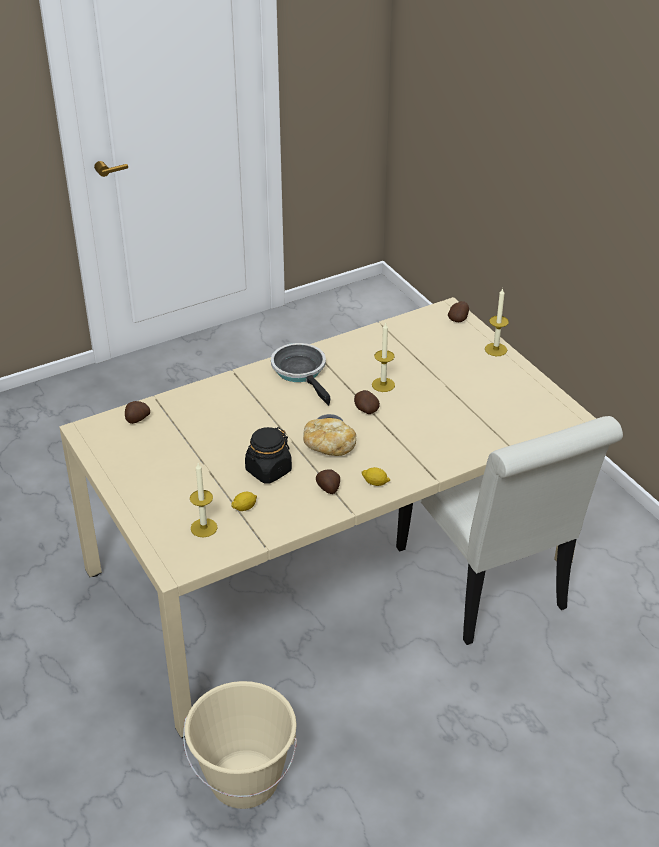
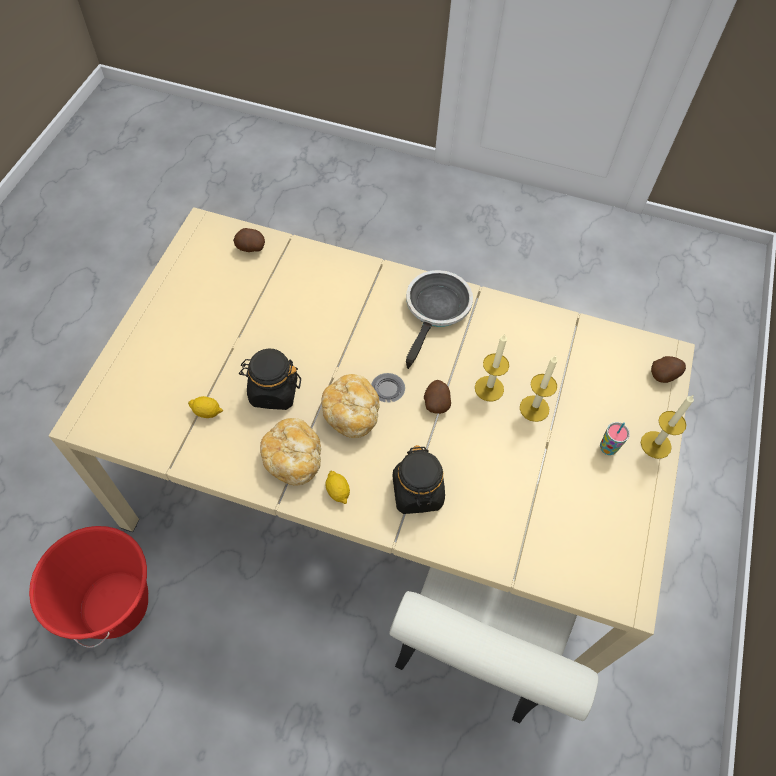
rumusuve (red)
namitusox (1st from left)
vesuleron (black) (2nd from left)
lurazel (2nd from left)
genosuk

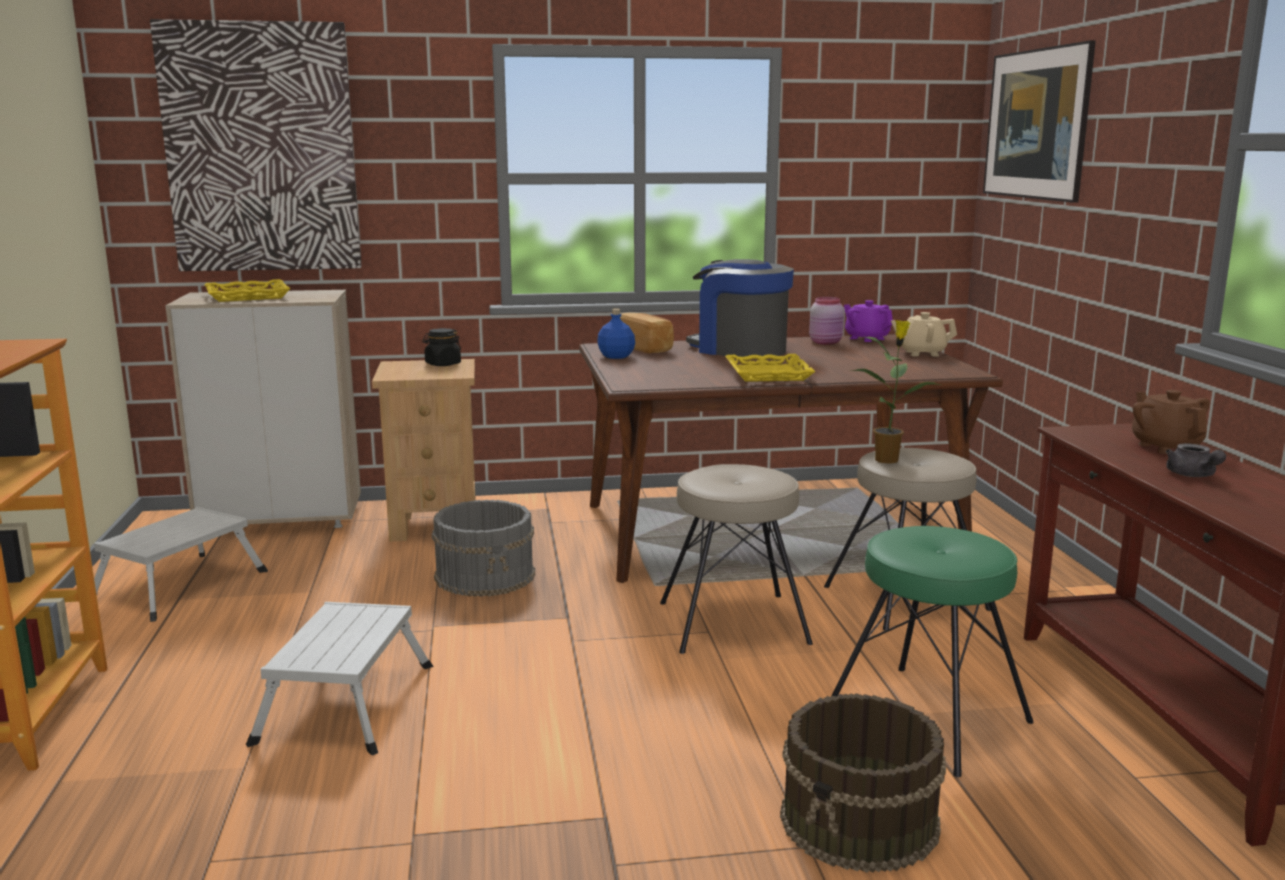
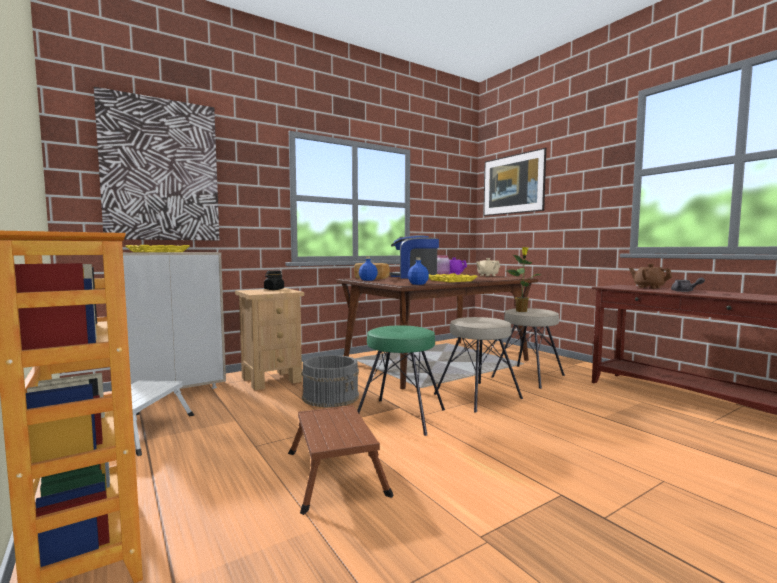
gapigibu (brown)
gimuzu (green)
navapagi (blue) (2nd from left)
rumusuve (brown)

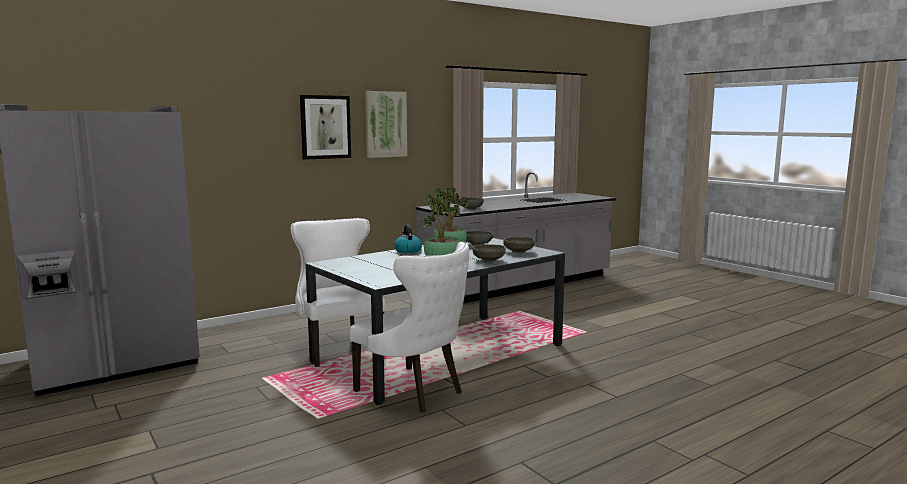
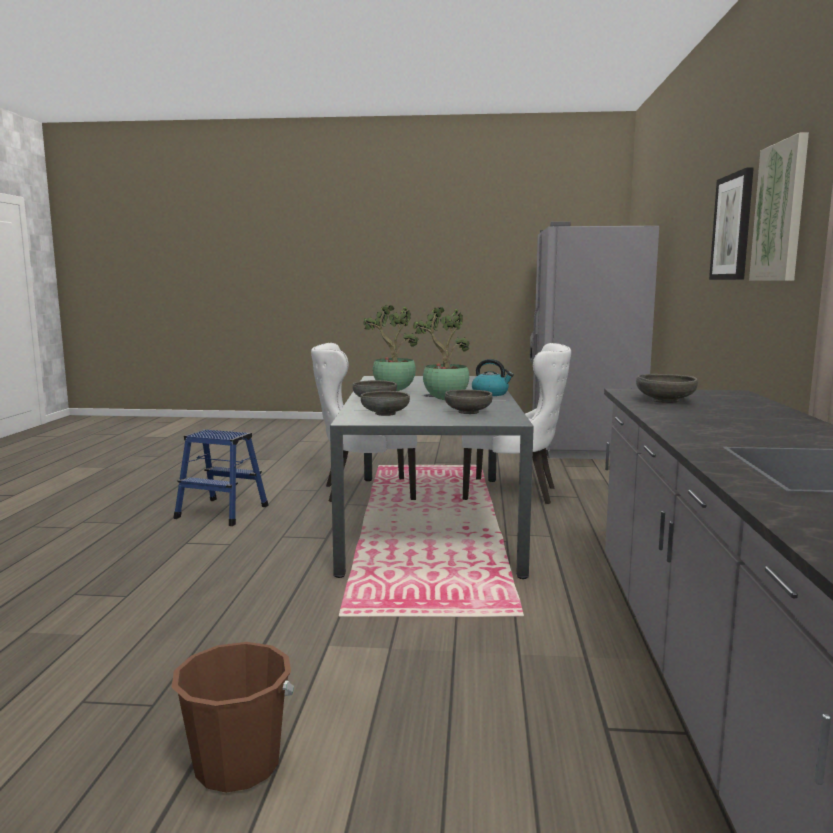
rumusuve (brown)
gapigibu (blue)

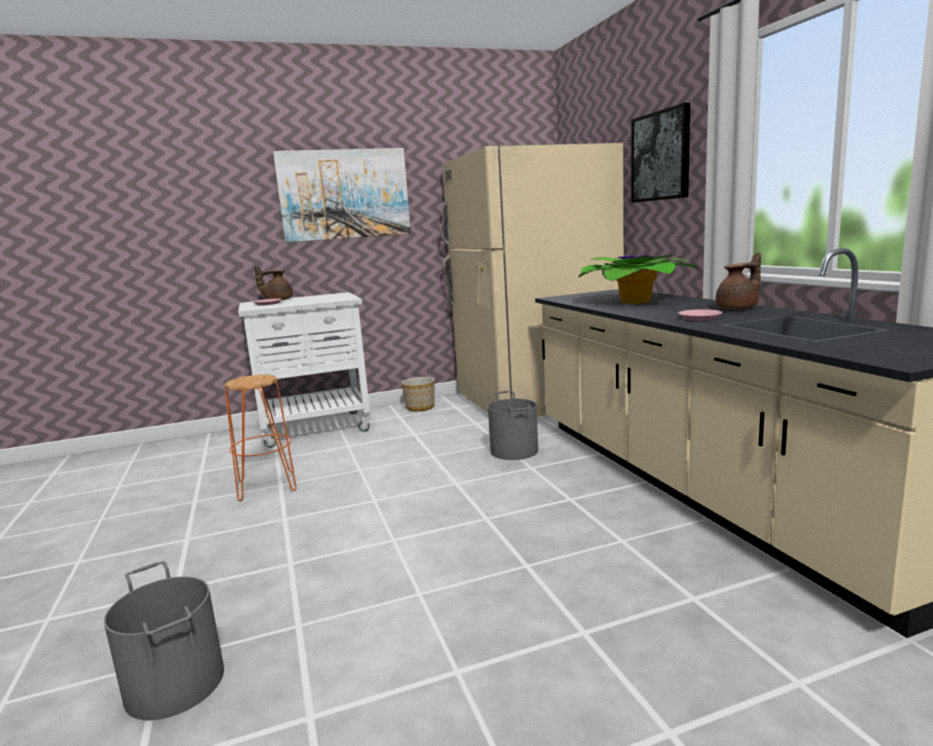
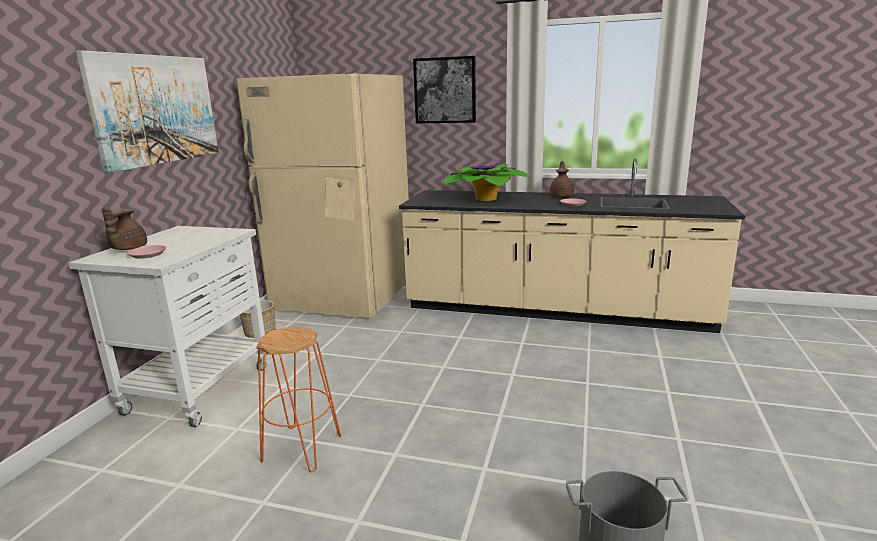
rumusuve (grey) (2nd from left in the first image)

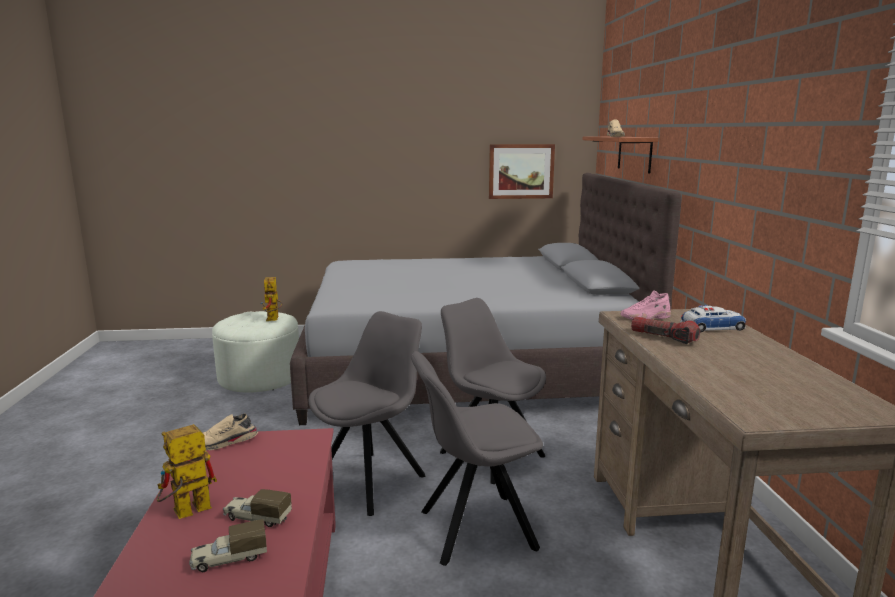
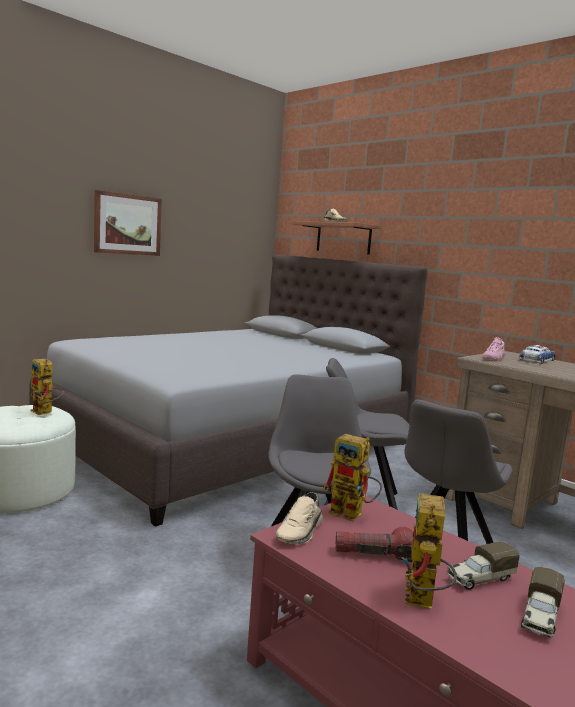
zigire
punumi (2nd from left)
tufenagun

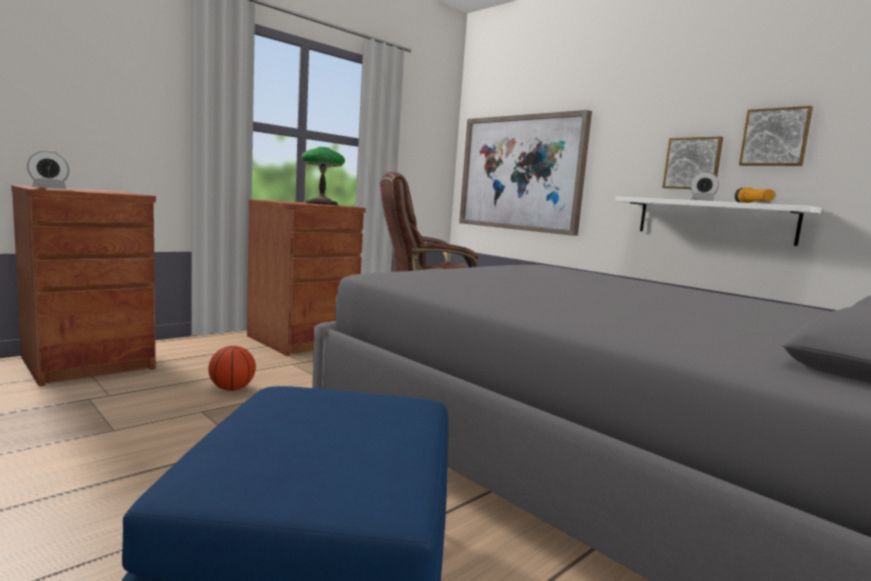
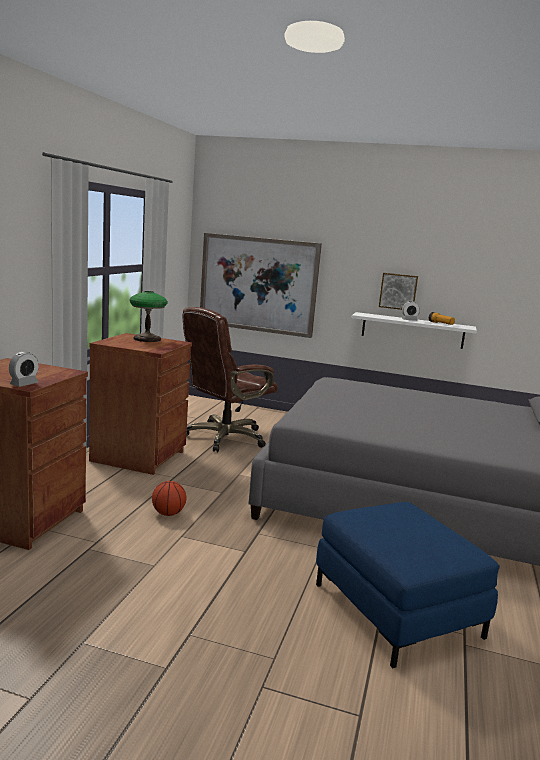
zigire (3rd from left in the first image)

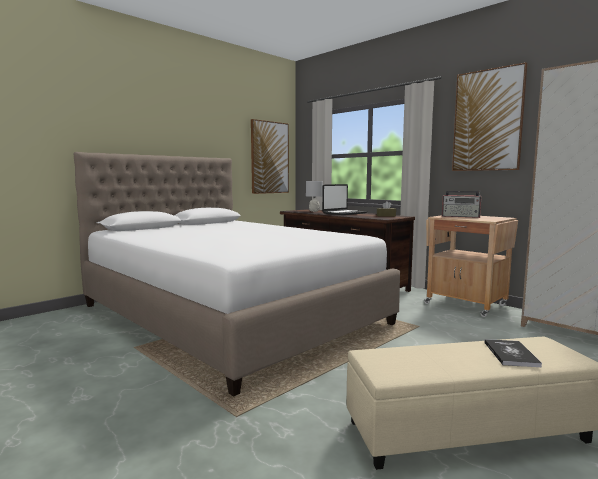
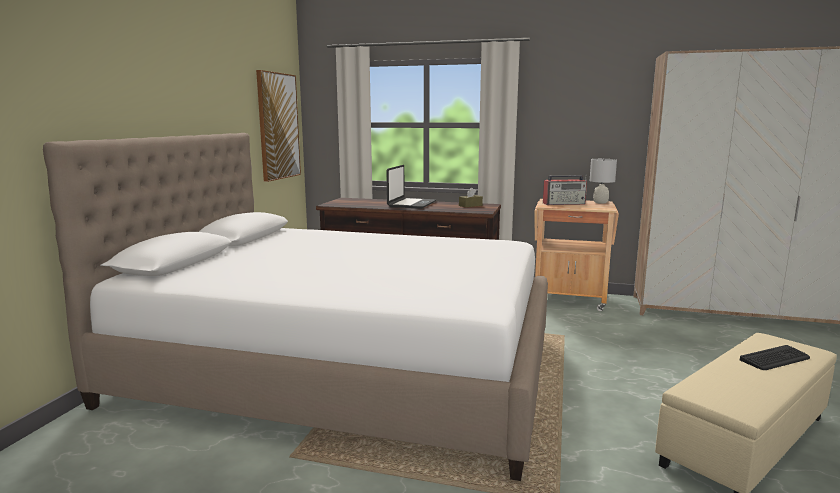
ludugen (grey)
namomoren
zigire (2nd from left in the first image)

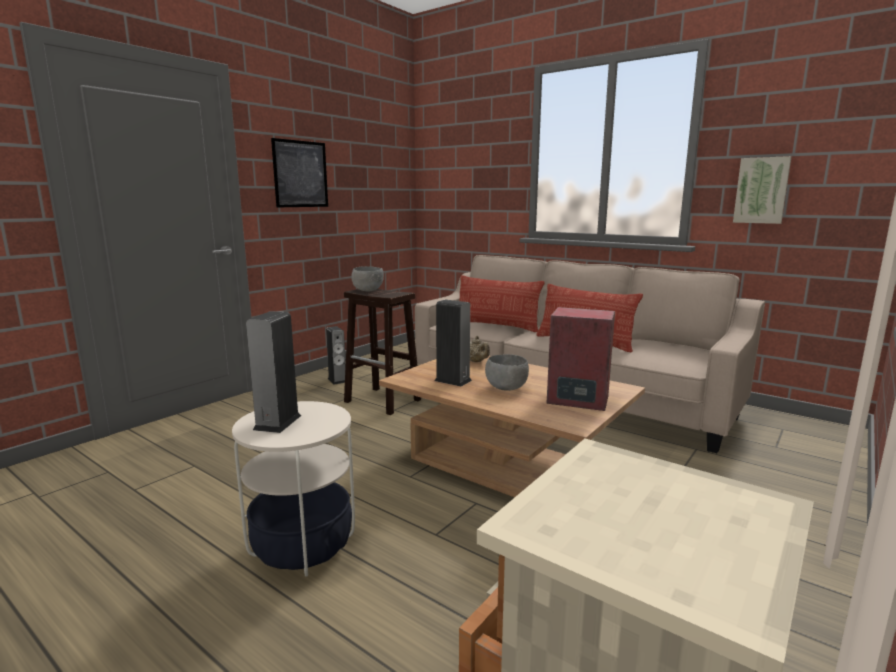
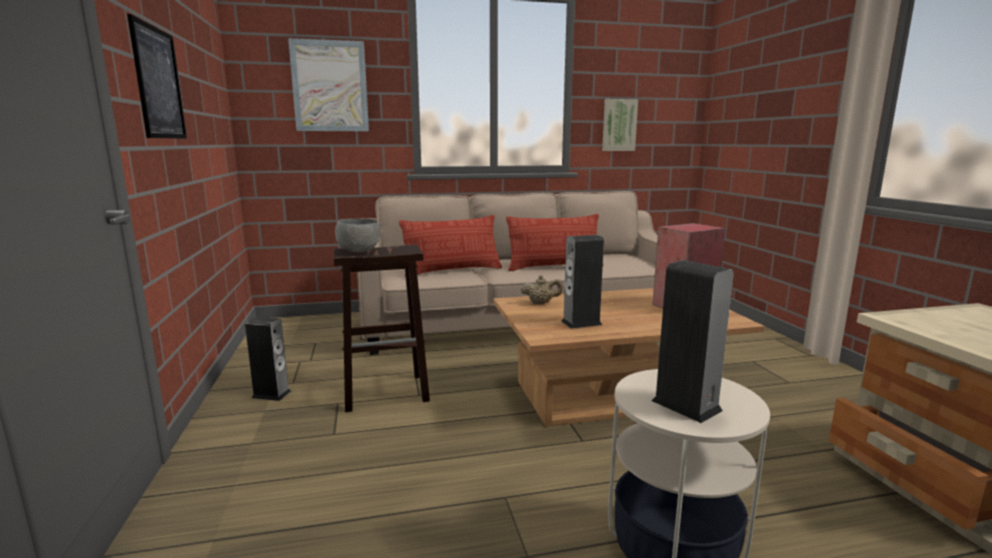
zigire (2nd from left)
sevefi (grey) (2nd from left in the first image)

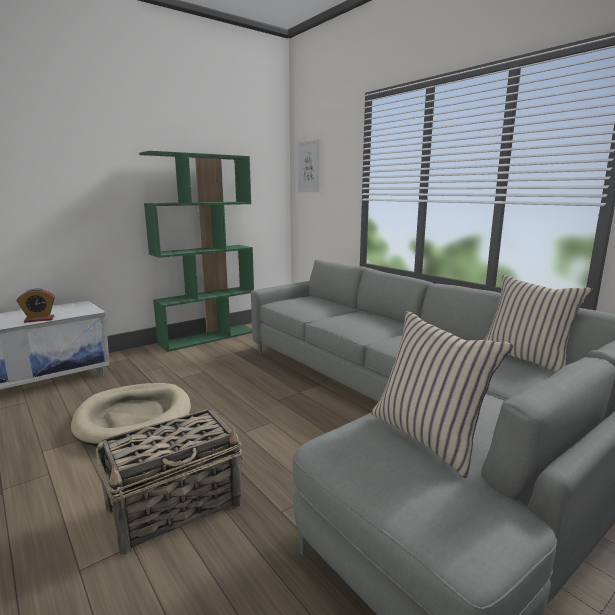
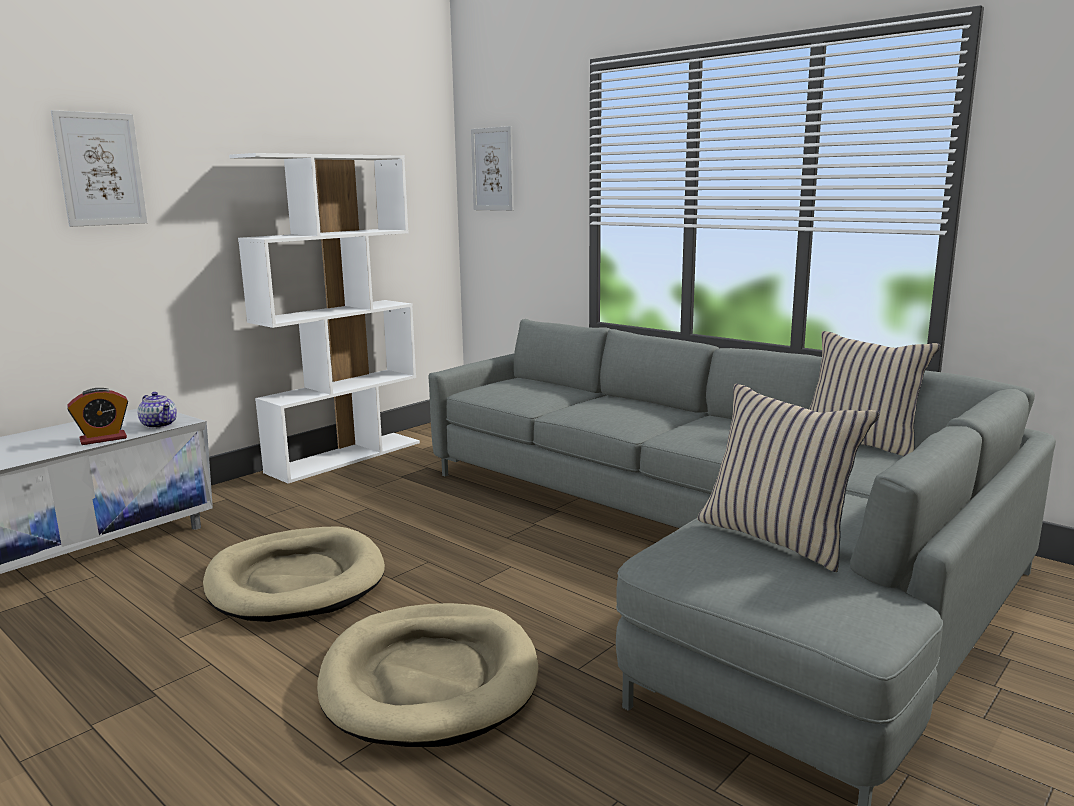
zigire (1st from left)
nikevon
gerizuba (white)
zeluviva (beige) (2nd from left)

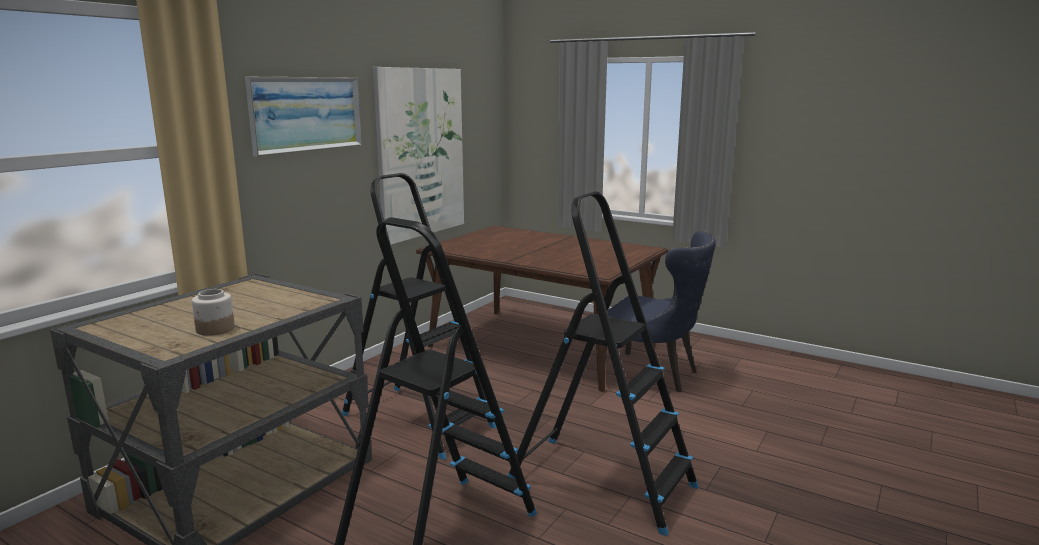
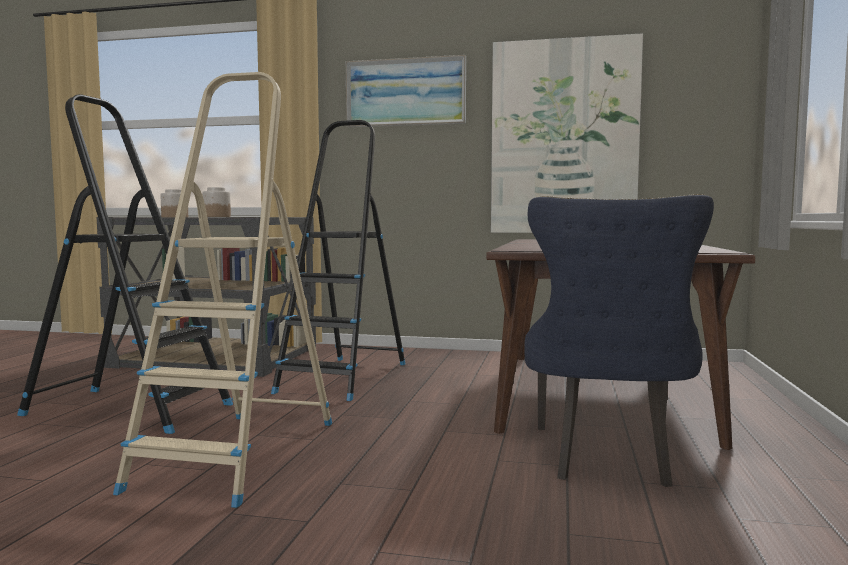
gapigibu (beige)
vesuleron (2nd from left)

